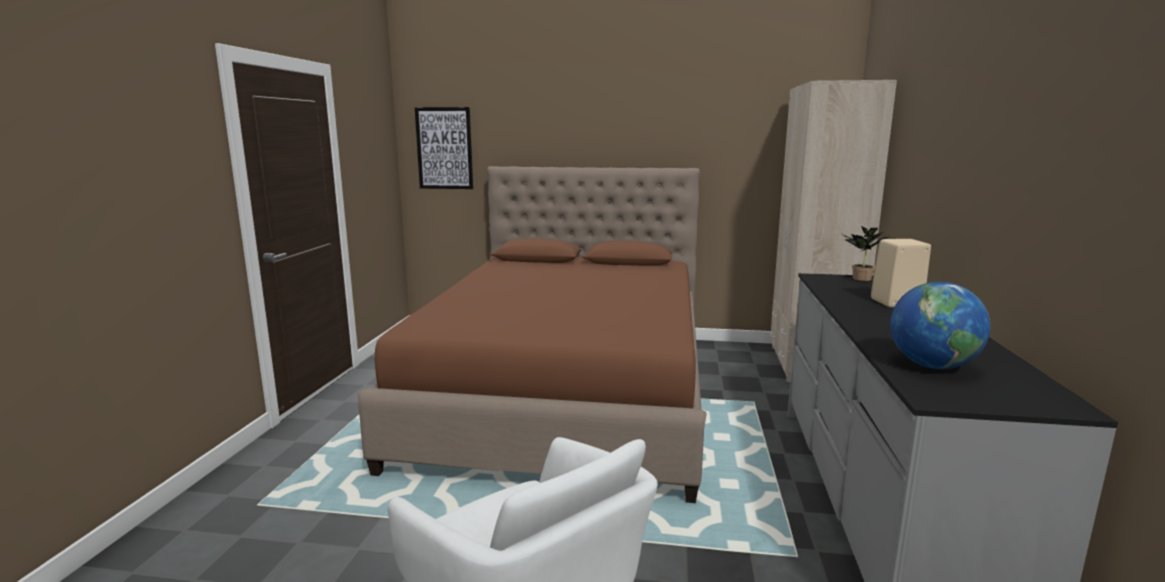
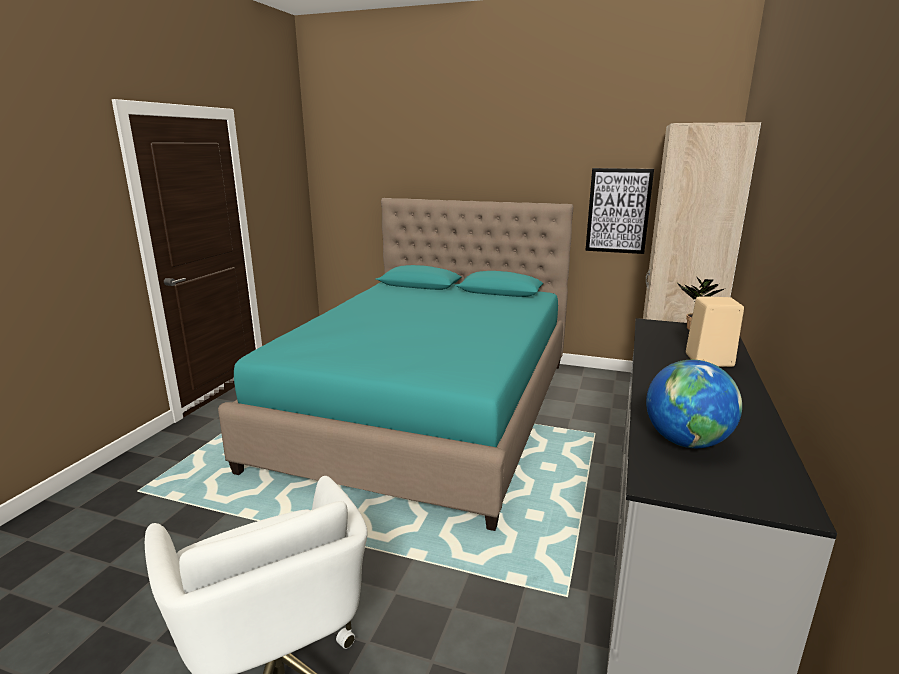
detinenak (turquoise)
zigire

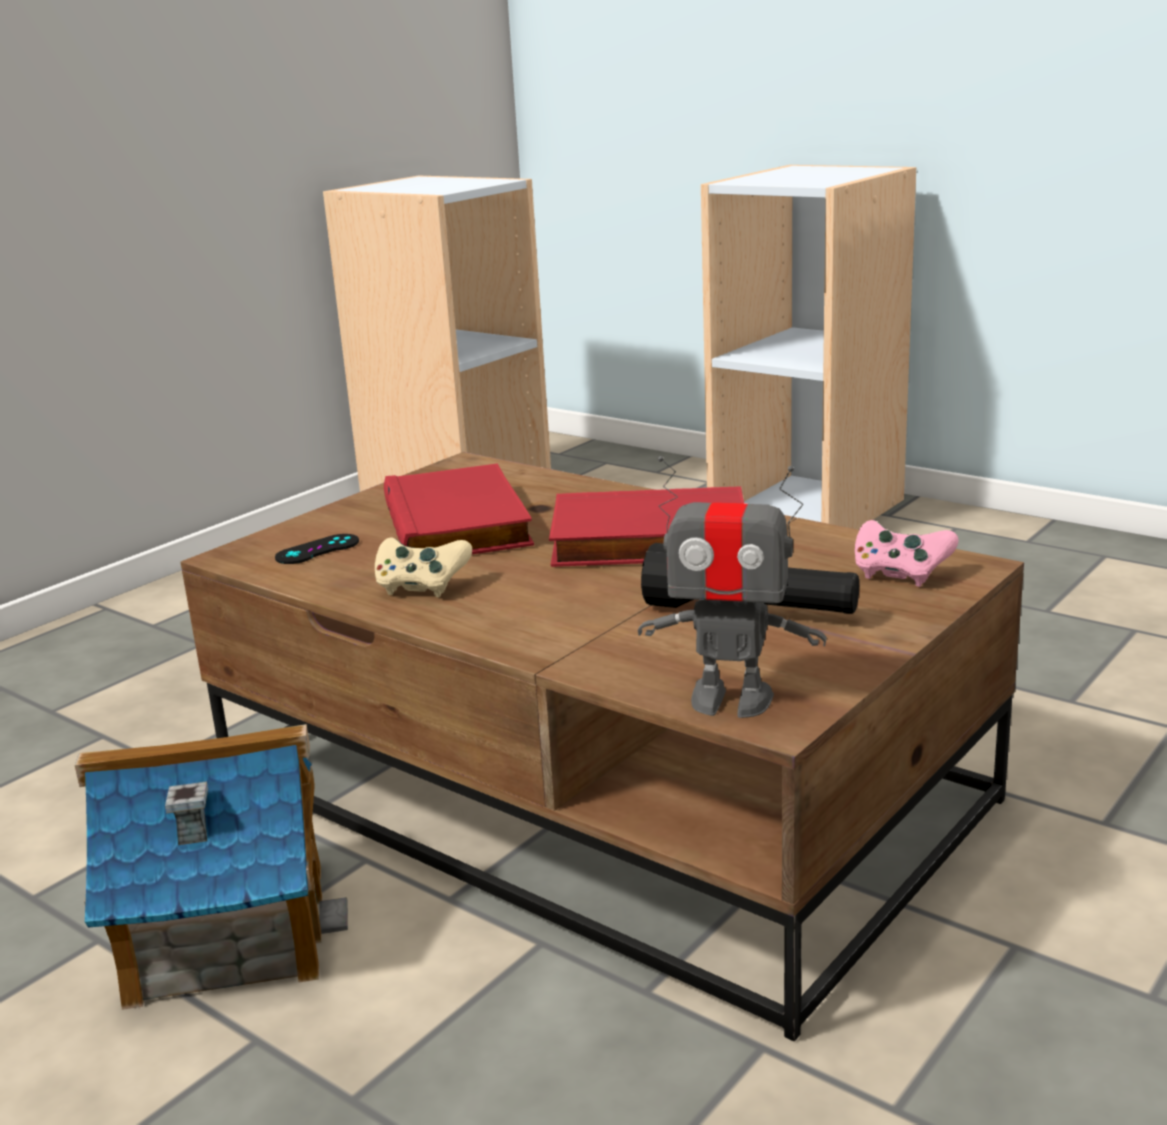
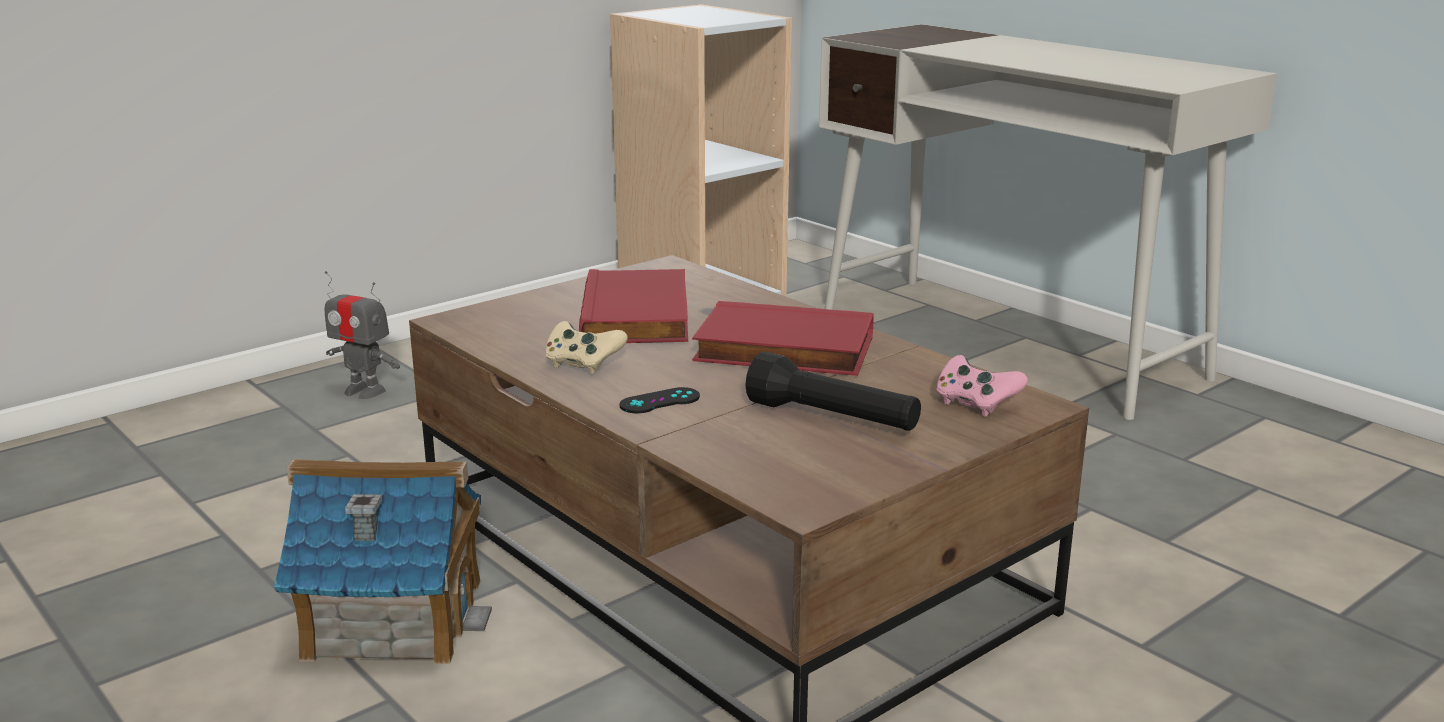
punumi
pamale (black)
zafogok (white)

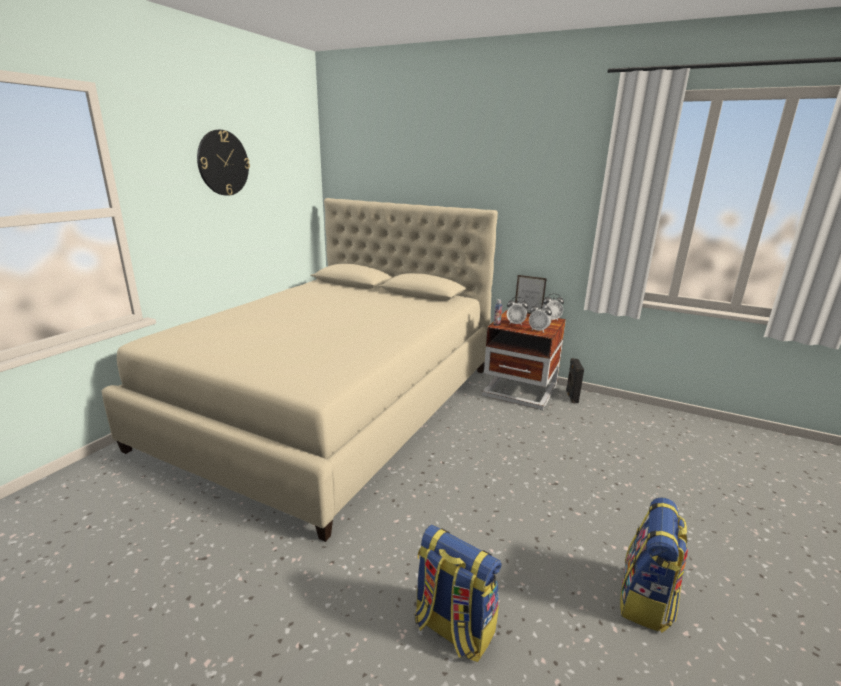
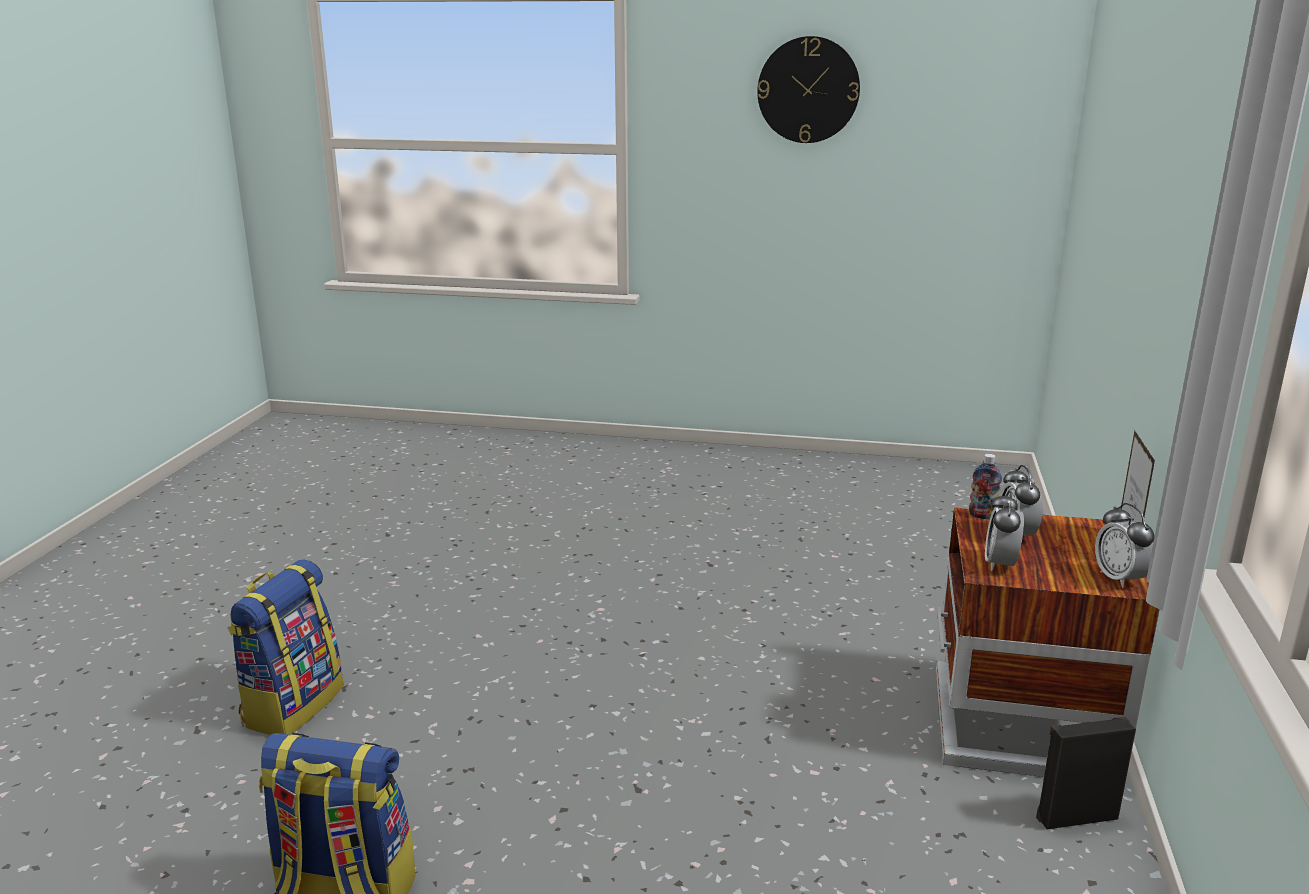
detinenak (beige)

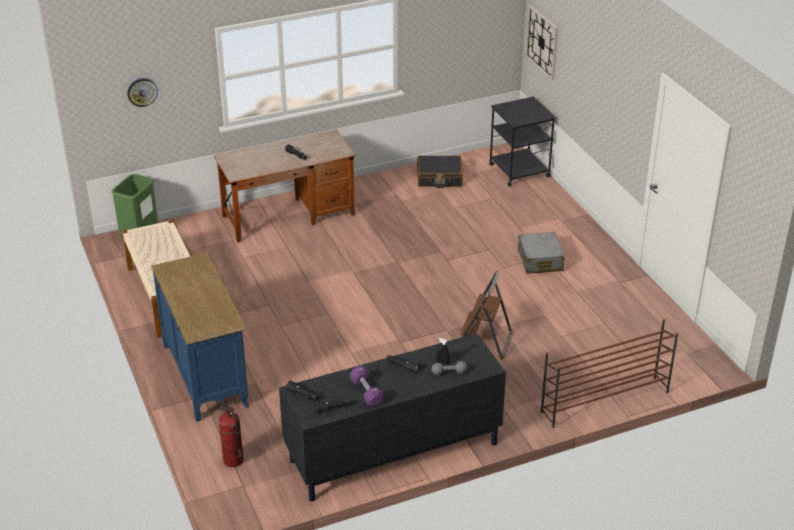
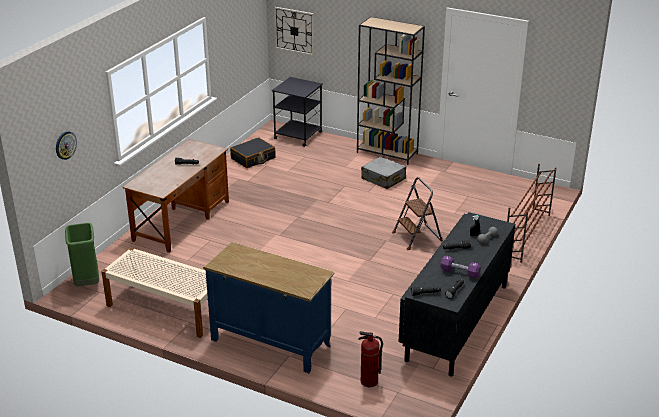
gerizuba

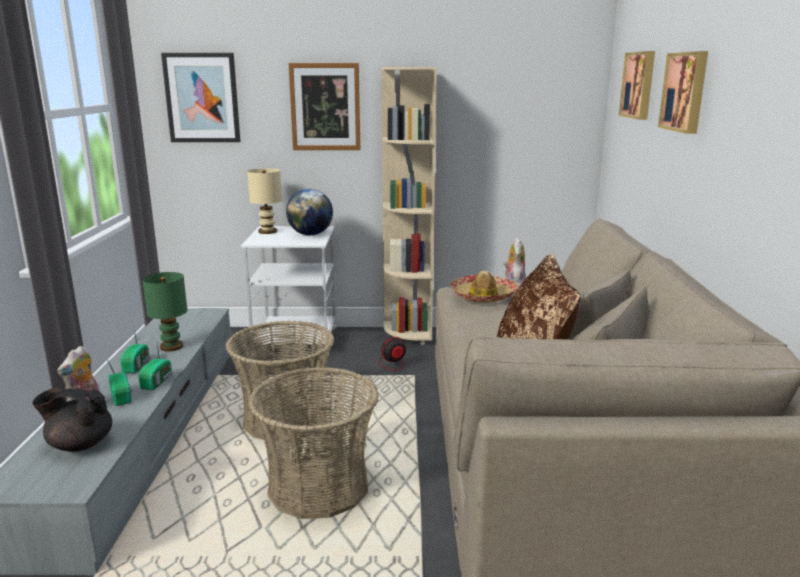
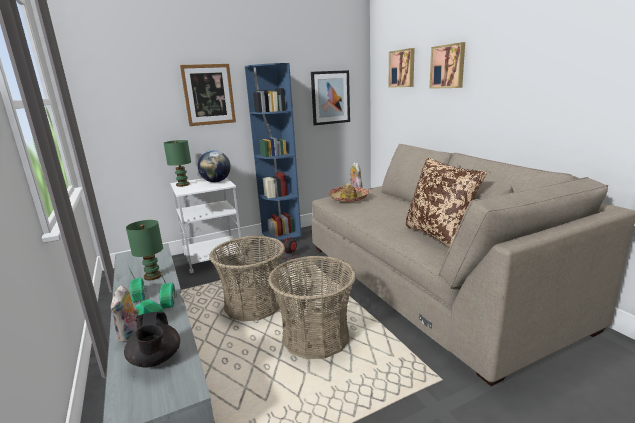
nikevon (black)
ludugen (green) (2nd from left)
gerizuba (blue)
zigire (2nd from left)

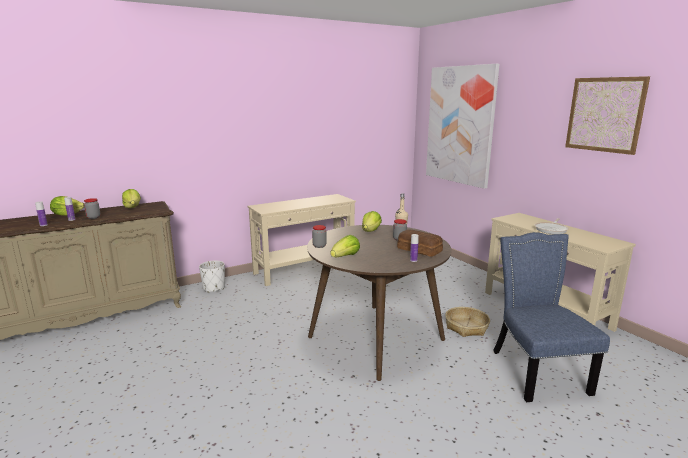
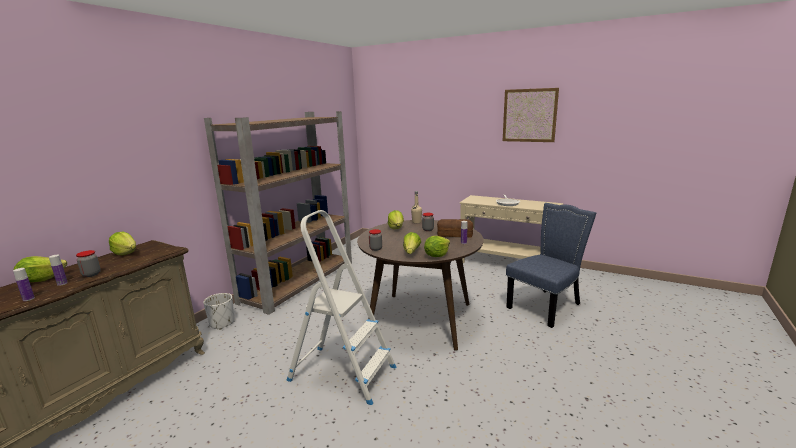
gerizuba (brown)
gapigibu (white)
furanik (5th from left)
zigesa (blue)
zigire (1st from left in the first image)
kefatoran

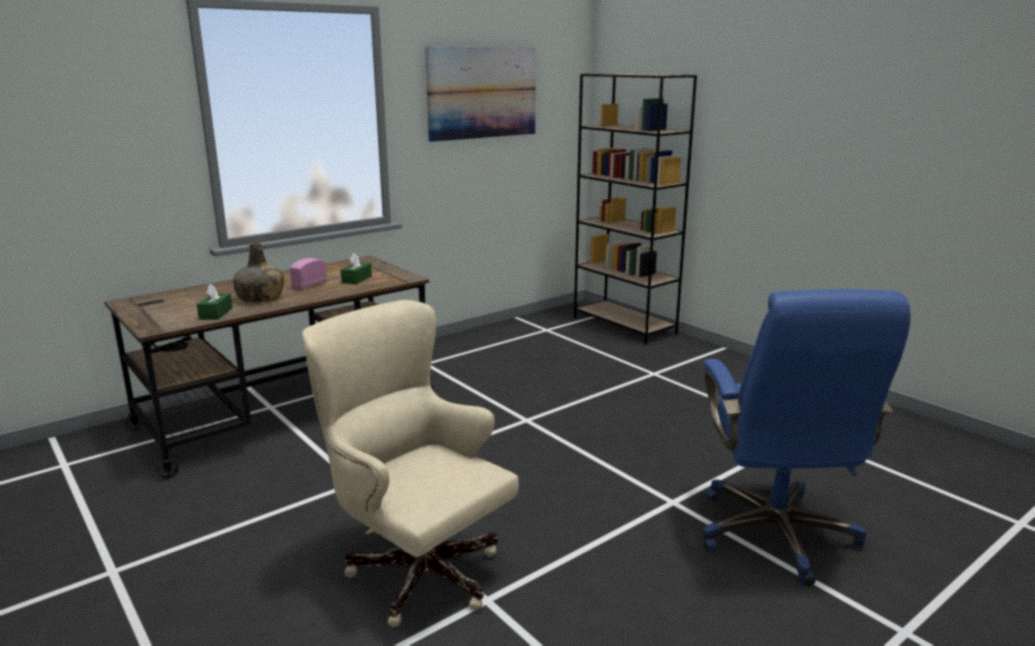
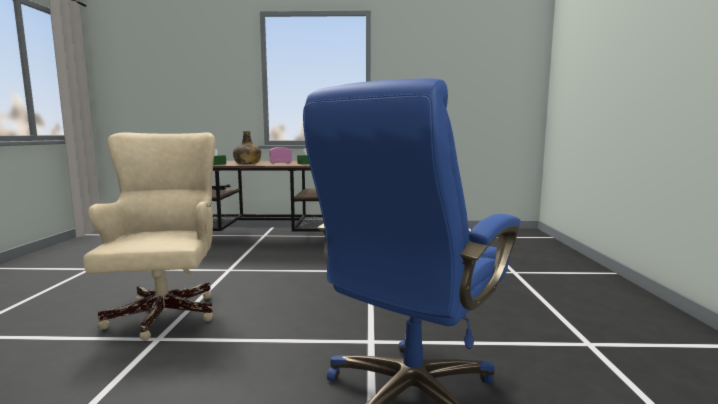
zigire
gerizuba (beige)

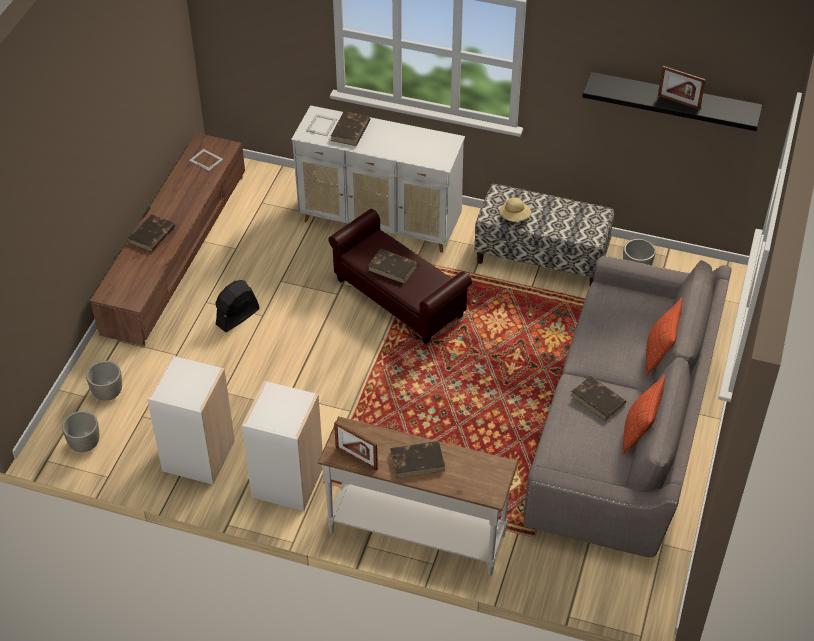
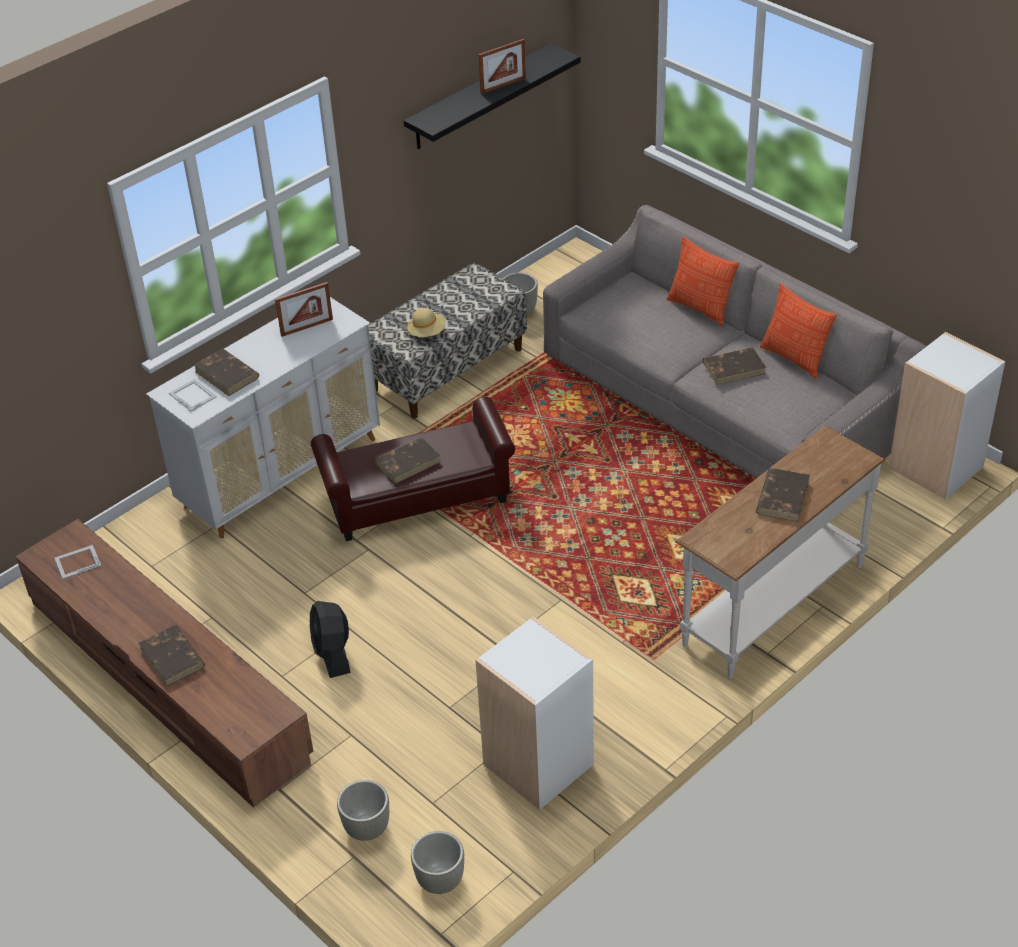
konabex (3rd from left)
gerizuba (2nd from left)

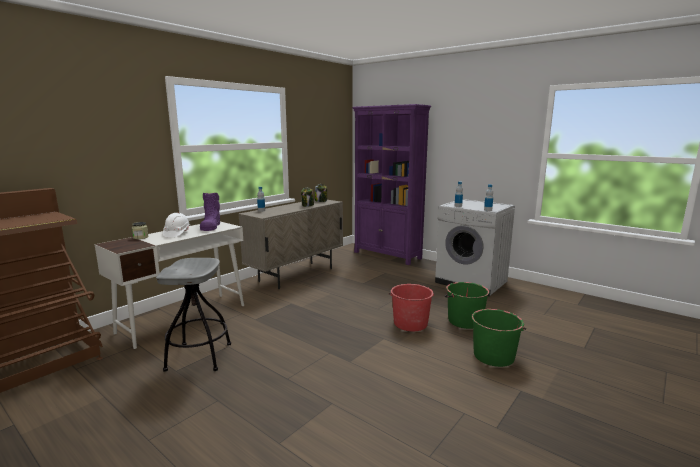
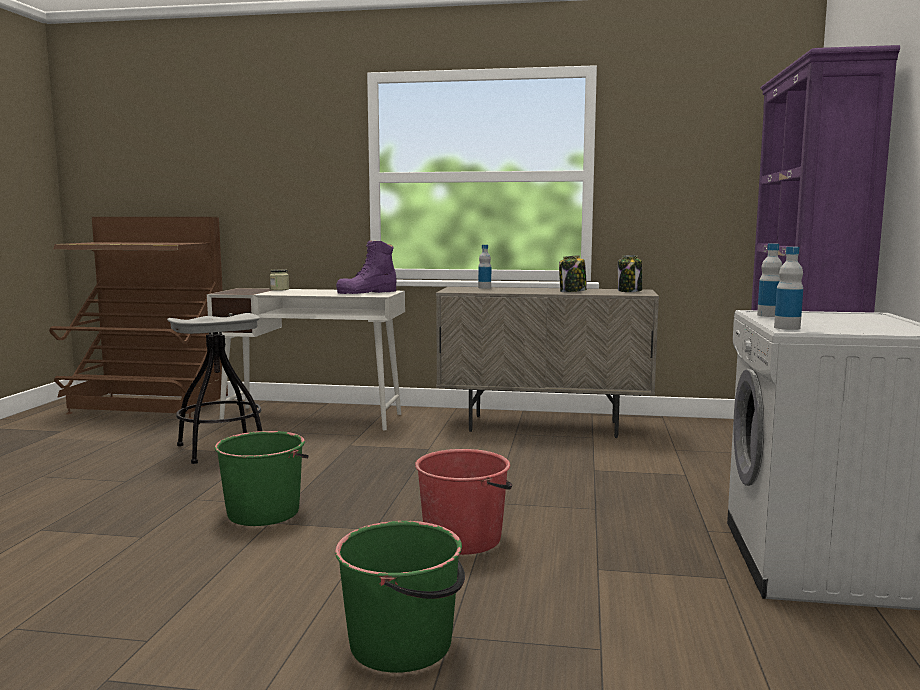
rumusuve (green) (1st from left)
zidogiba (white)

